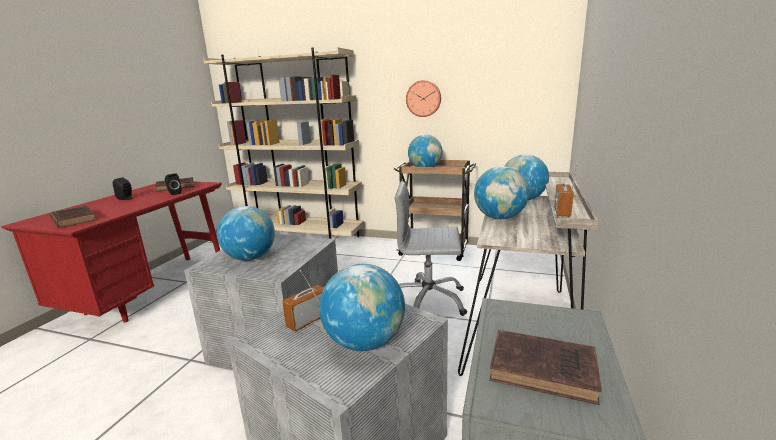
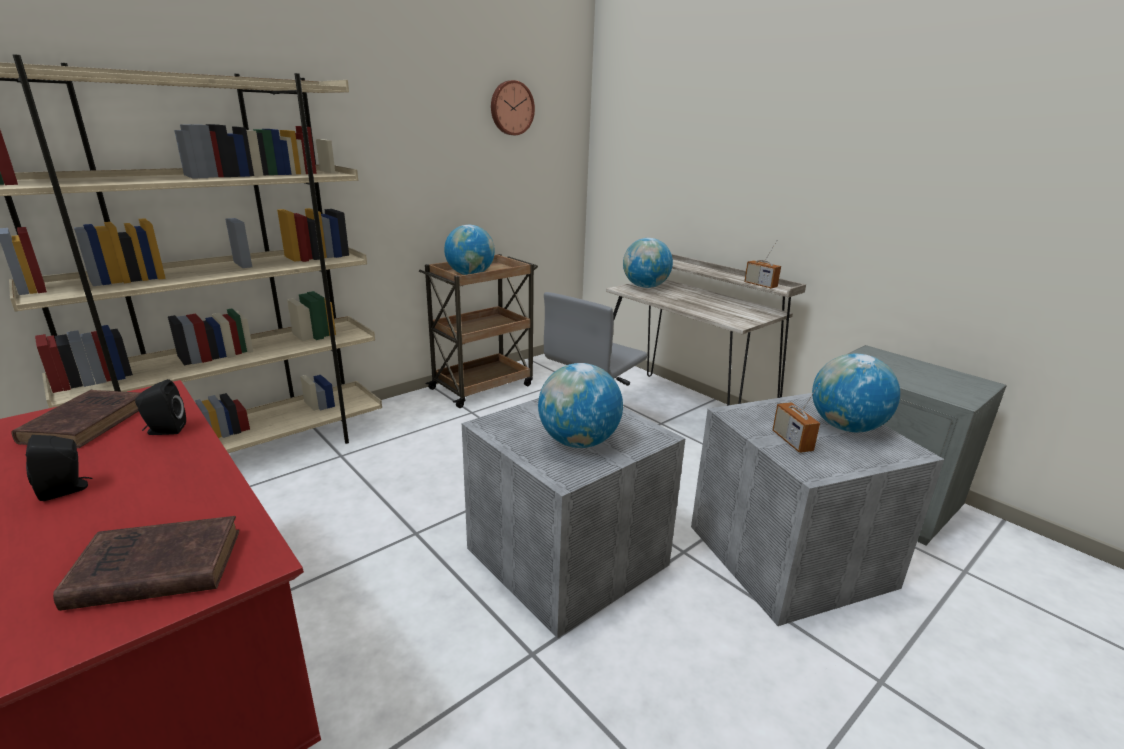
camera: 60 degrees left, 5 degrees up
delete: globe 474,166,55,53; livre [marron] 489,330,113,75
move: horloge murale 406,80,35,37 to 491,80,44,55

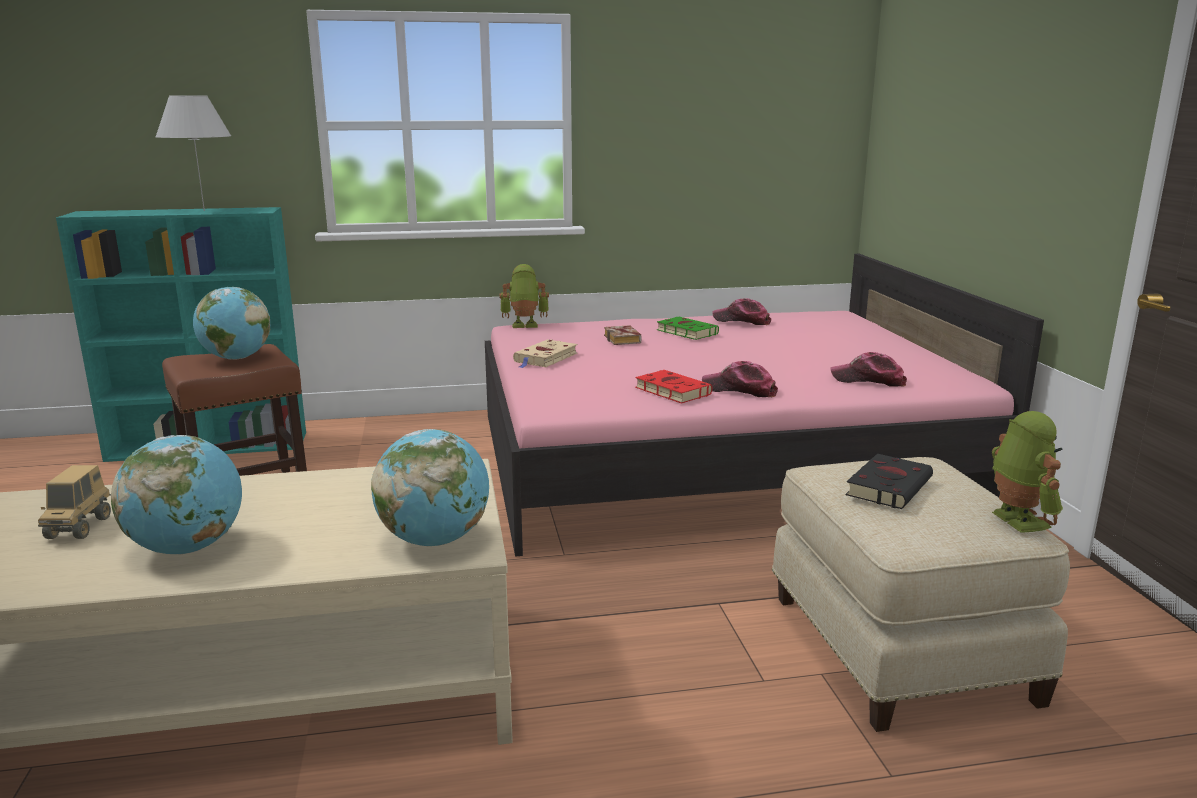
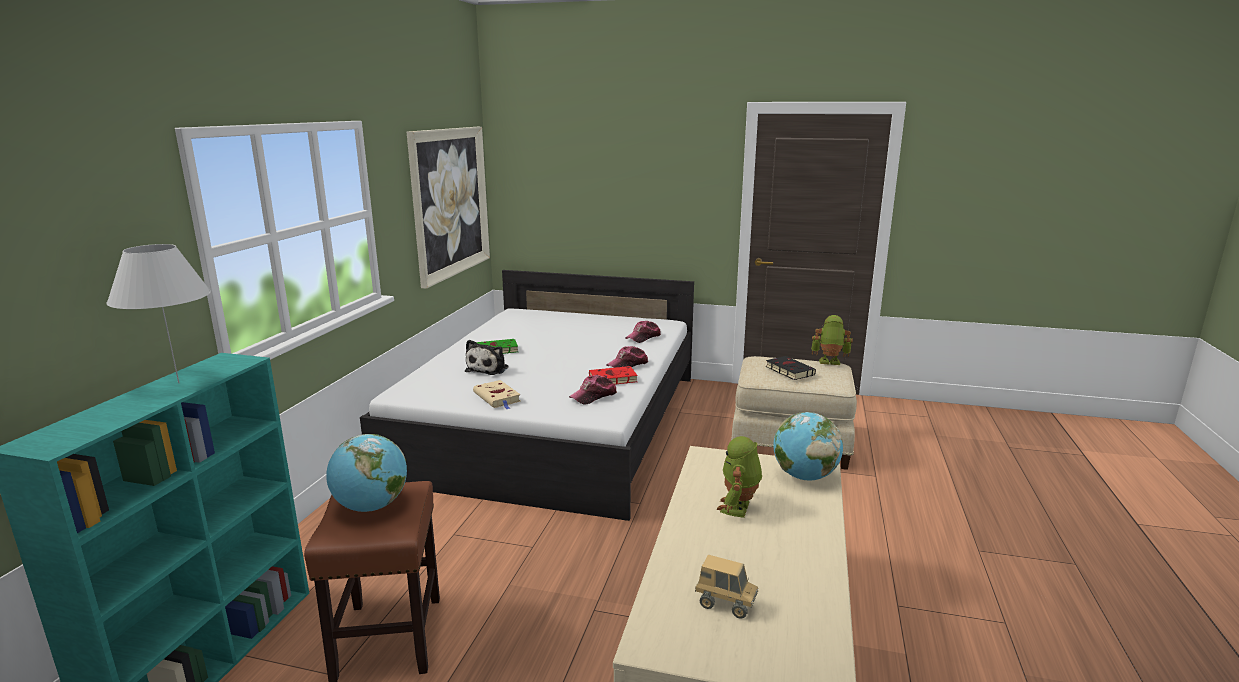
camera: 65 degrees left, 0 degrees up
delete: globe 111,435,131,119
insert: tableau 407,127,83,162
move: casquette 713,298,58,27 to 569,375,48,30; robot jouet 499,264,50,64 to 717,436,45,82
replace: livre 604,325,38,20 to peluche 465,340,43,35
recolor: lit [rose] 485,254,559,303 to lit [blanc] 360,270,334,251

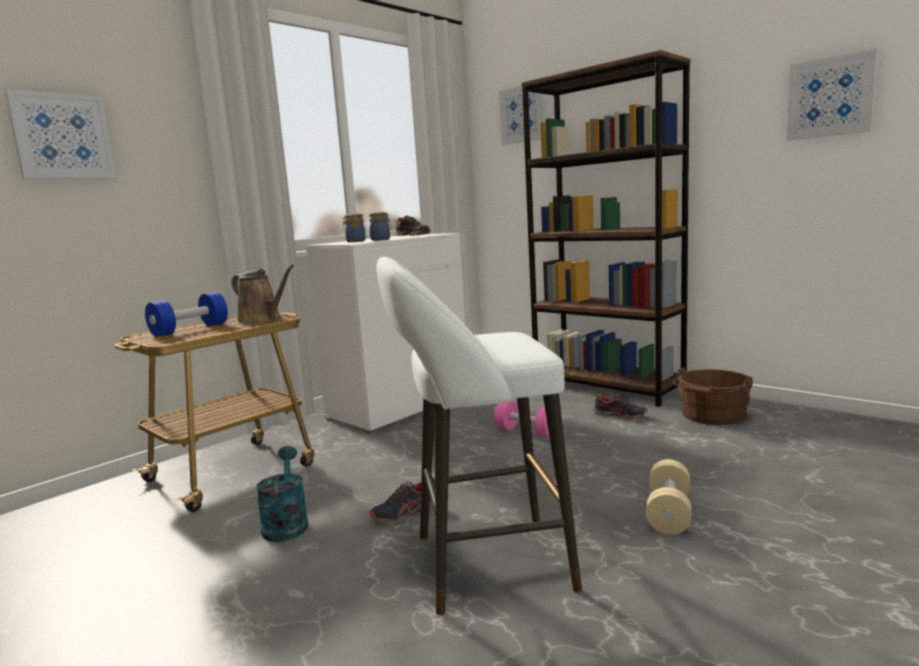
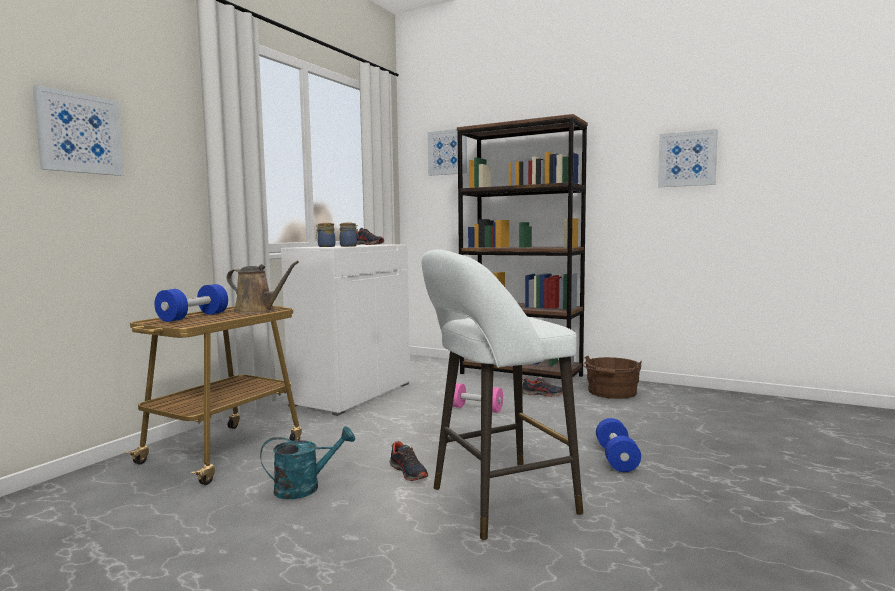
camera: 15 degrees left, 5 degrees down
recolor: haltère [beige] 646,459,45,76 to haltère [bleu] 596,418,45,54
rotate: arrosoir [turquoise] 256,446,52,96 = 260,426,95,73 90 degrees clockwise; chaussure 370,481,63,42 = 390,441,38,40 75 degrees counterclockwise

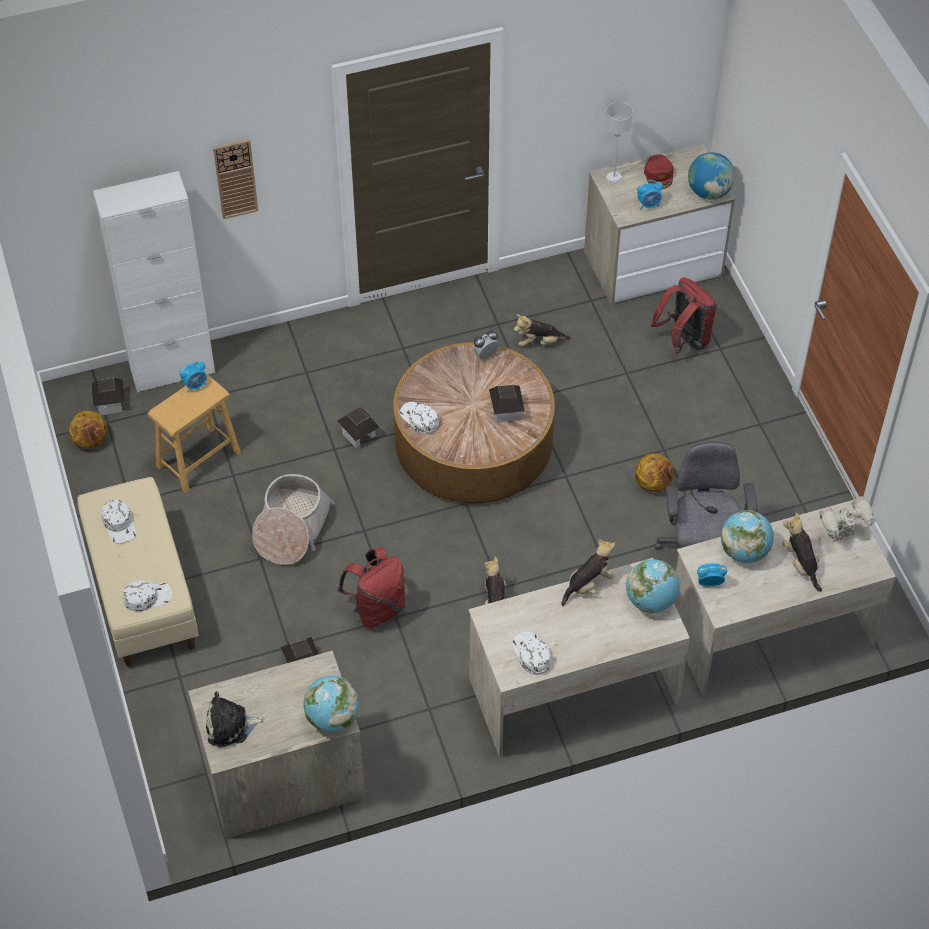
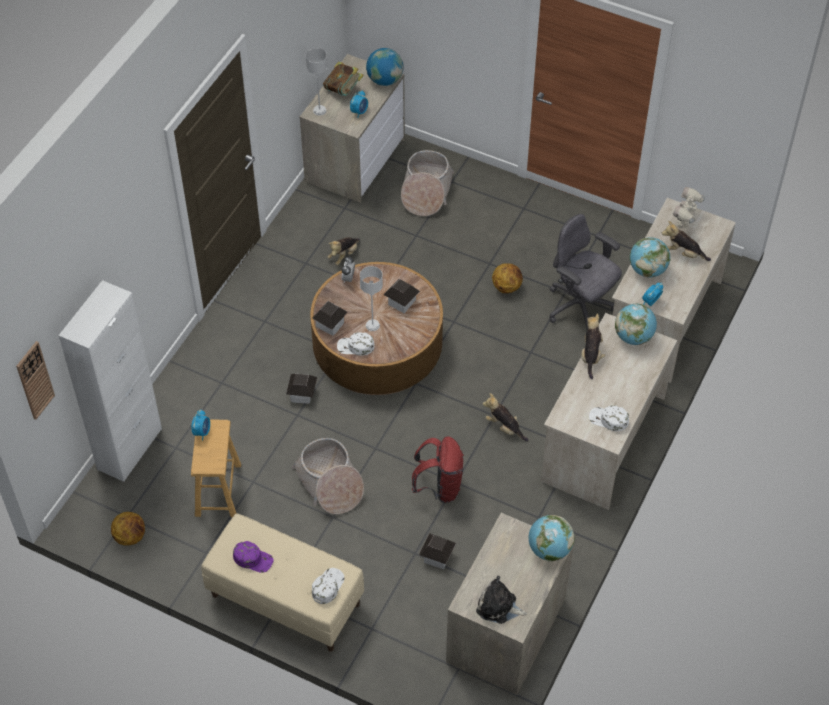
camera: 45 degrees left, 0 degrees up
insert: lampe de table [gris] 360,266,23,65
move: horloge murale 213,139,45,80 to 16,341,39,79; maison miniature 91,378,34,37 to 312,301,36,35
replace: casquette [rouge] 644,154,30,35 to livre 323,61,41,35; sac à dos [rouge] 651,278,66,75 to panier 401,150,53,66
recolor: casquette [blanc] 101,500,35,44 to casquette [violet] 233,541,40,32
rotate: peluche 206,691,59,56 = 476,576,51,48 75 degrees clockwise

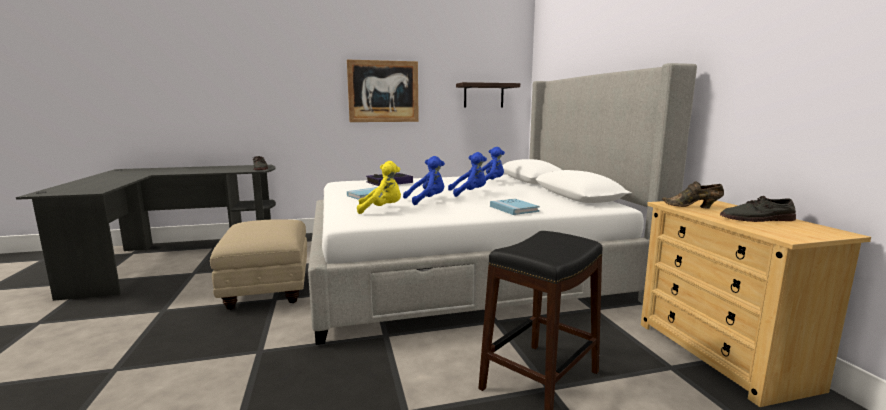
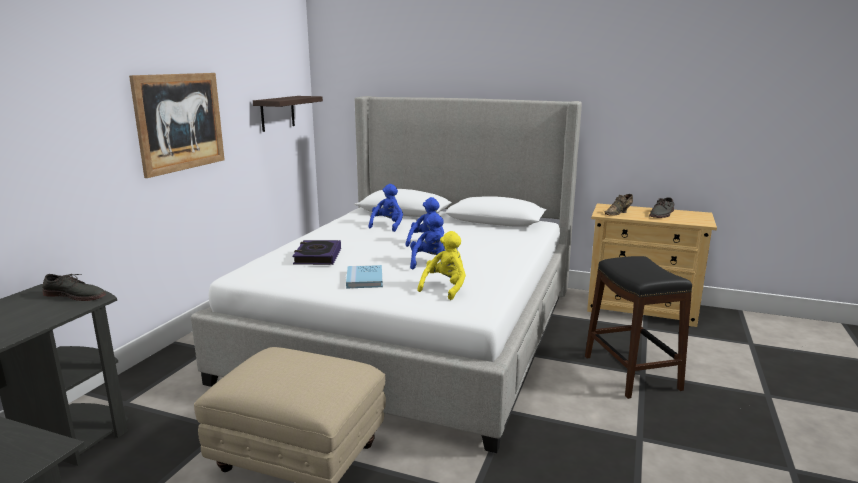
camera: 55 degrees left, 5 degrees up
delete: livre [bleu] 490,199,49,16

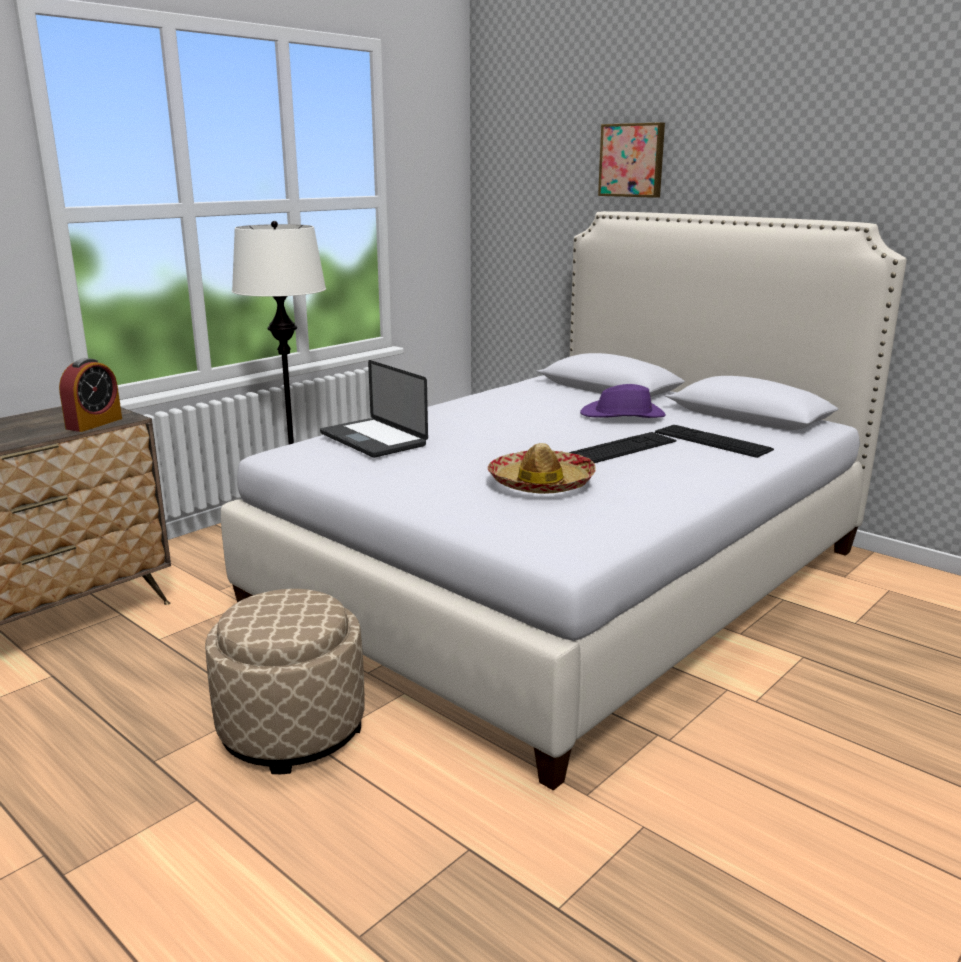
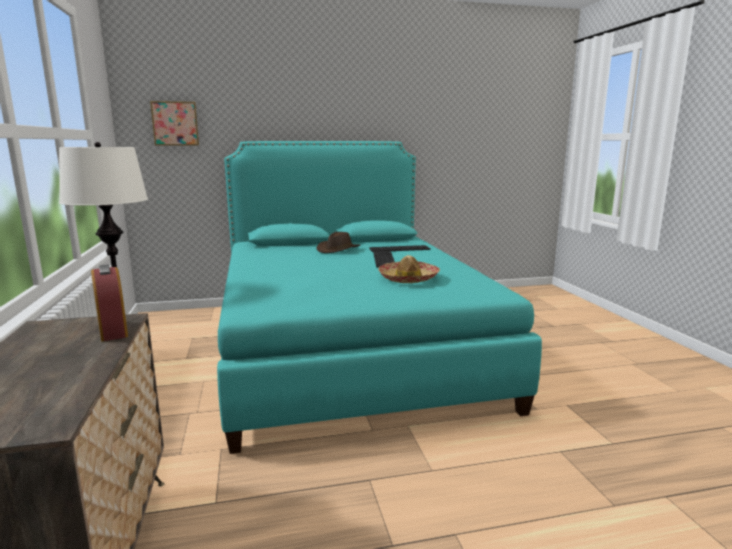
camera: 55 degrees left, 5 degrees down
delete: pouf [beige] 205,589,160,185; ordinateur portable 320,360,108,98
move: tableau 598,122,67,76 to 150,101,49,44
recolor: lit [blanc] 221,211,686,580 to lit [turquoise] 217,141,325,313; chapeau [violet] 580,384,86,34 to chapeau [marron] 317,232,43,21

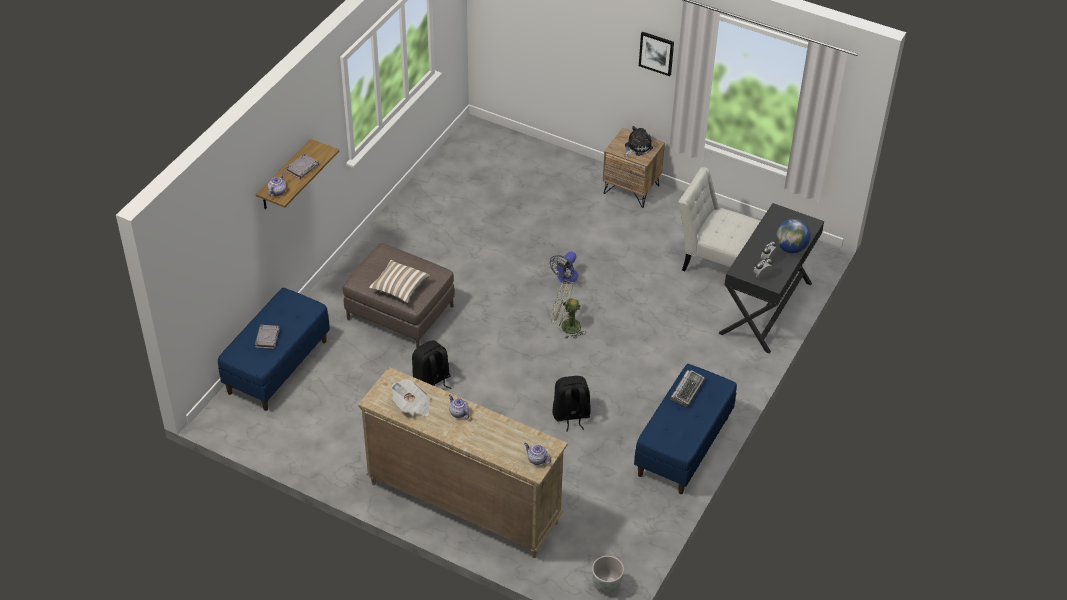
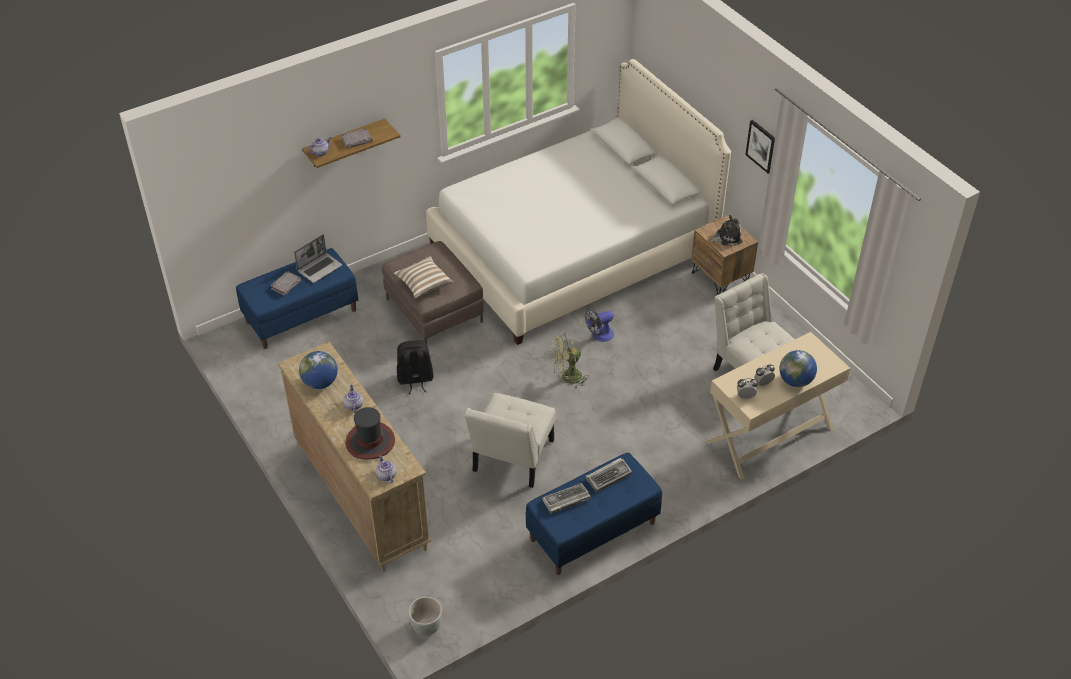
camera: 30 degrees right, 0 degrees up
insert: ordinateur portable 294,234,48,49; chapeau 346,407,49,53; lit [blanc] 426,59,305,286; clavier 542,483,49,31
replace: journal 392,379,38,38 to globe 299,351,39,38; sac à dos [noir] 552,376,39,56 to chaise [blanc] 464,393,92,95
recolor: bureau [noir] 718,203,106,151 to bureau [beige] 705,332,145,148
rotate: ventilateur [vert] 551,280,35,59 = 550,333,39,57 60 degrees counterclockwise

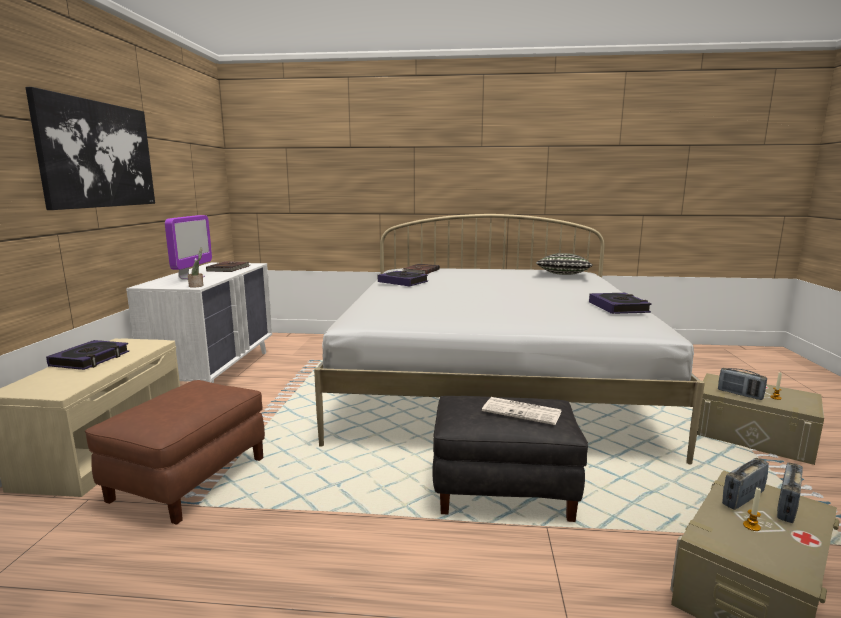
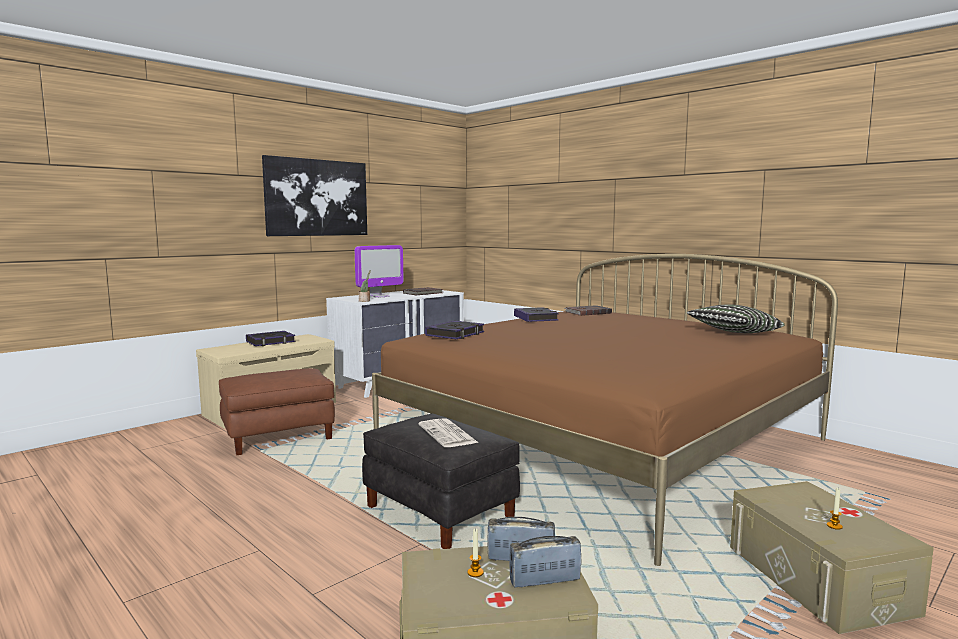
camera: 40 degrees right, 5 degrees down
delete: radio 718,368,49,32
move: livre 589,293,63,21 to 425,320,59,19
recolor: lit [blanc] 314,214,391,251 to lit [marron] 372,254,466,312

